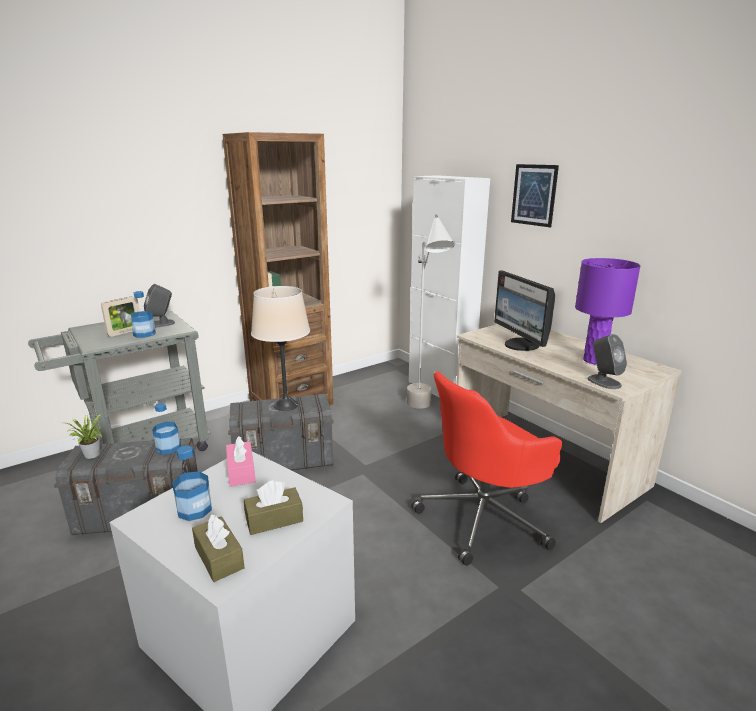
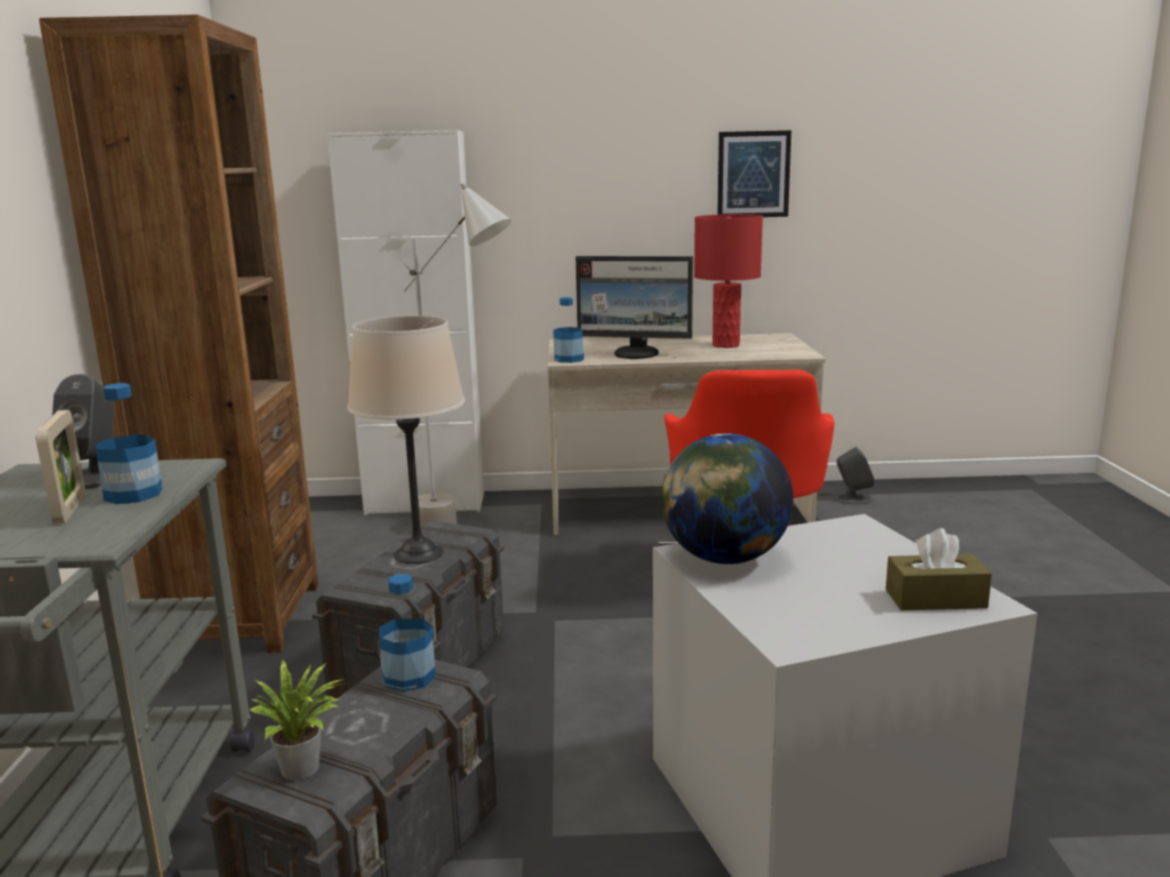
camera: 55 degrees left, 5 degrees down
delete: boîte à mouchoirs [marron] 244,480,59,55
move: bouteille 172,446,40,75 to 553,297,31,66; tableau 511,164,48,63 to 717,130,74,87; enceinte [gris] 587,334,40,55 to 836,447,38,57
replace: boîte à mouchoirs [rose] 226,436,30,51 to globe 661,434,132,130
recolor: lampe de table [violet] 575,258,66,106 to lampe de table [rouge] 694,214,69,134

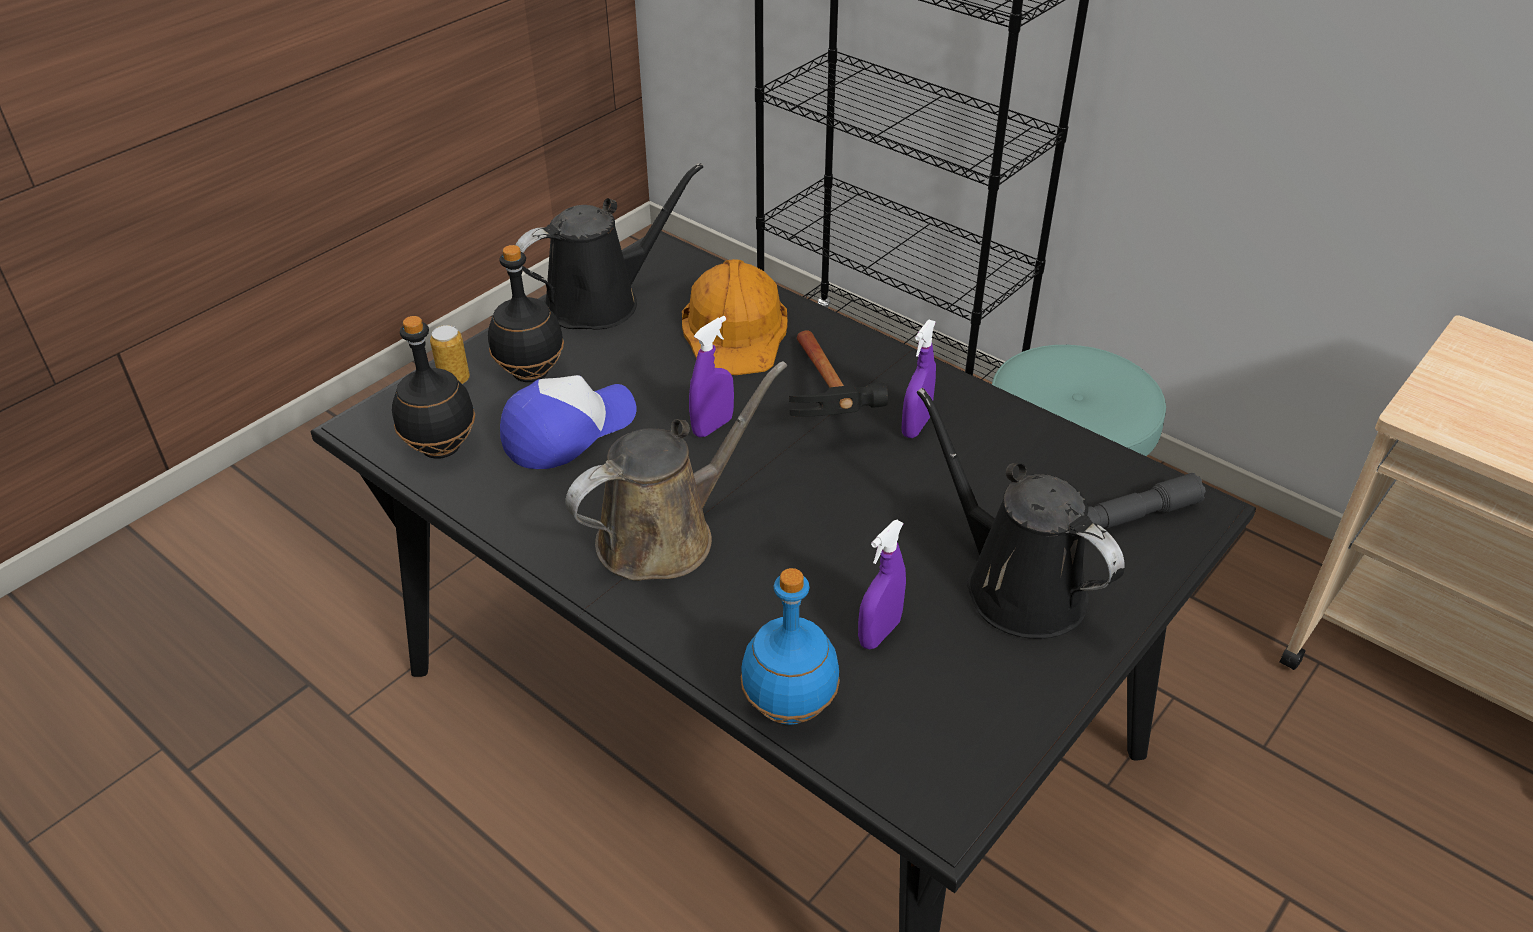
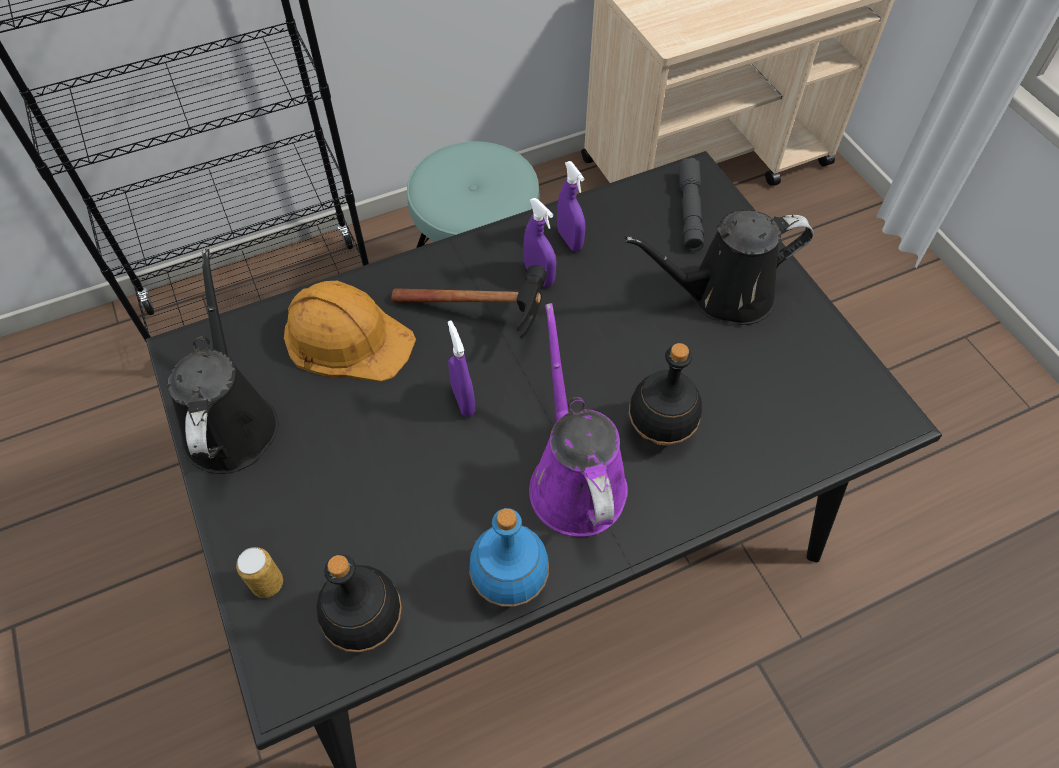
camera: 65 degrees left, 15 degrees up
delete: casquette 500,375,137,94
move: bouteille [bleu] 741,568,99,157 to 469,508,80,99; vaporisateur [violet] 858,520,48,129 to 557,161,29,90; bouteille [noir] 488,245,76,137 to 629,343,73,102
recolor: arrosoir [marron] 565,361,222,220 to arrosoir [violet] 529,303,99,234

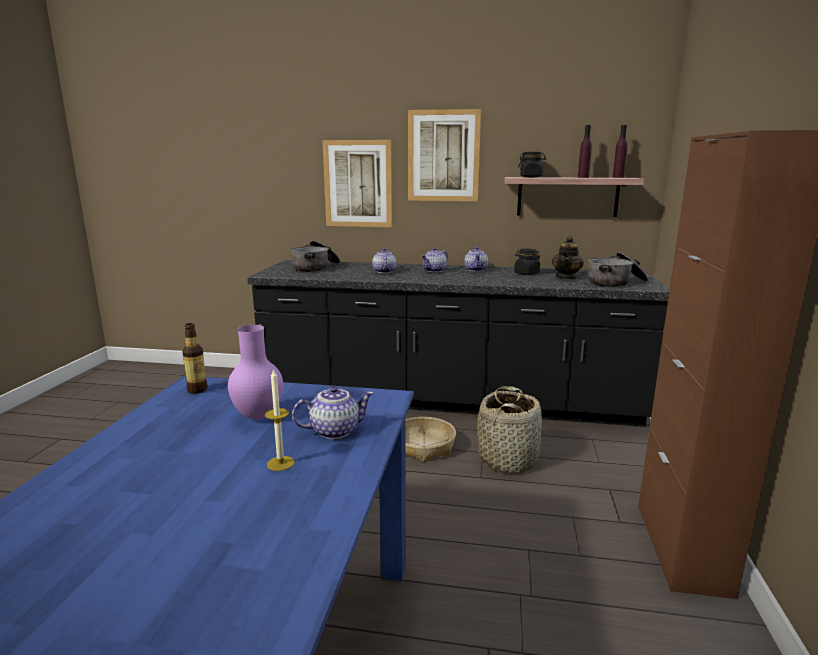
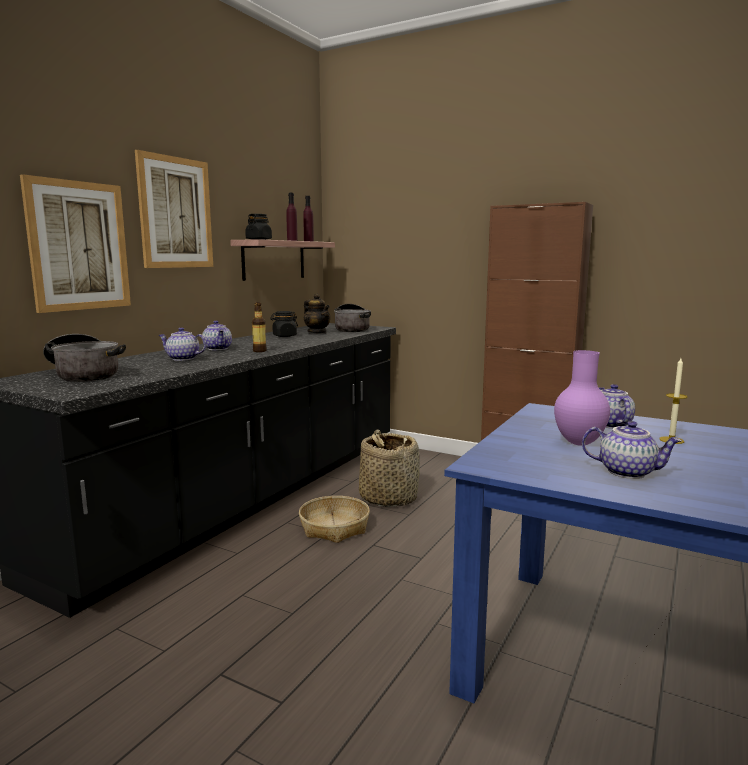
camera: 70 degrees left, 5 degrees down
move: bouteille 182,323,26,71 to 252,302,15,50; théière 464,247,24,25 to 582,421,100,58

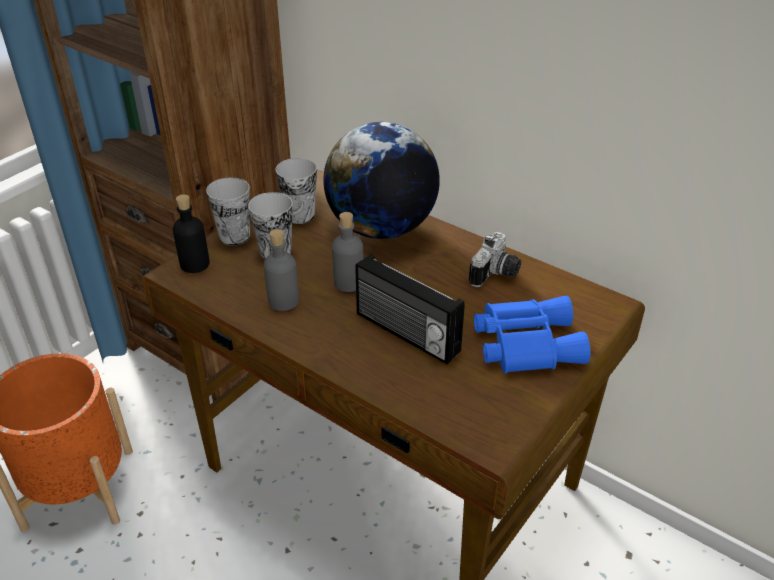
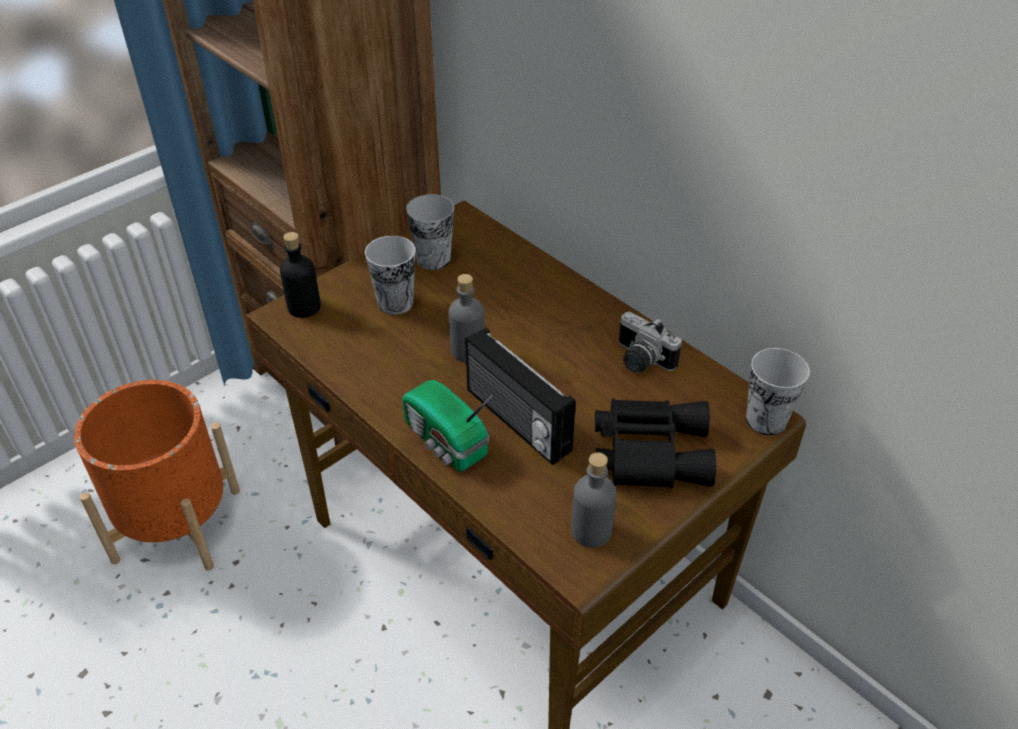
camera: 10 degrees right, 5 degrees up
delete: globe 324,122,116,117
insert: radio 402,380,91,92
move: bouteille [gris] 264,229,35,82 to 571,452,46,96; tasse 206,177,44,69 to 746,348,64,87
recolor: jumelles [bleu] 474,296,117,78 to jumelles [noir] 595,398,121,90
rotate: appareil photo 469,232,52,55 = 619,312,63,61 90 degrees clockwise

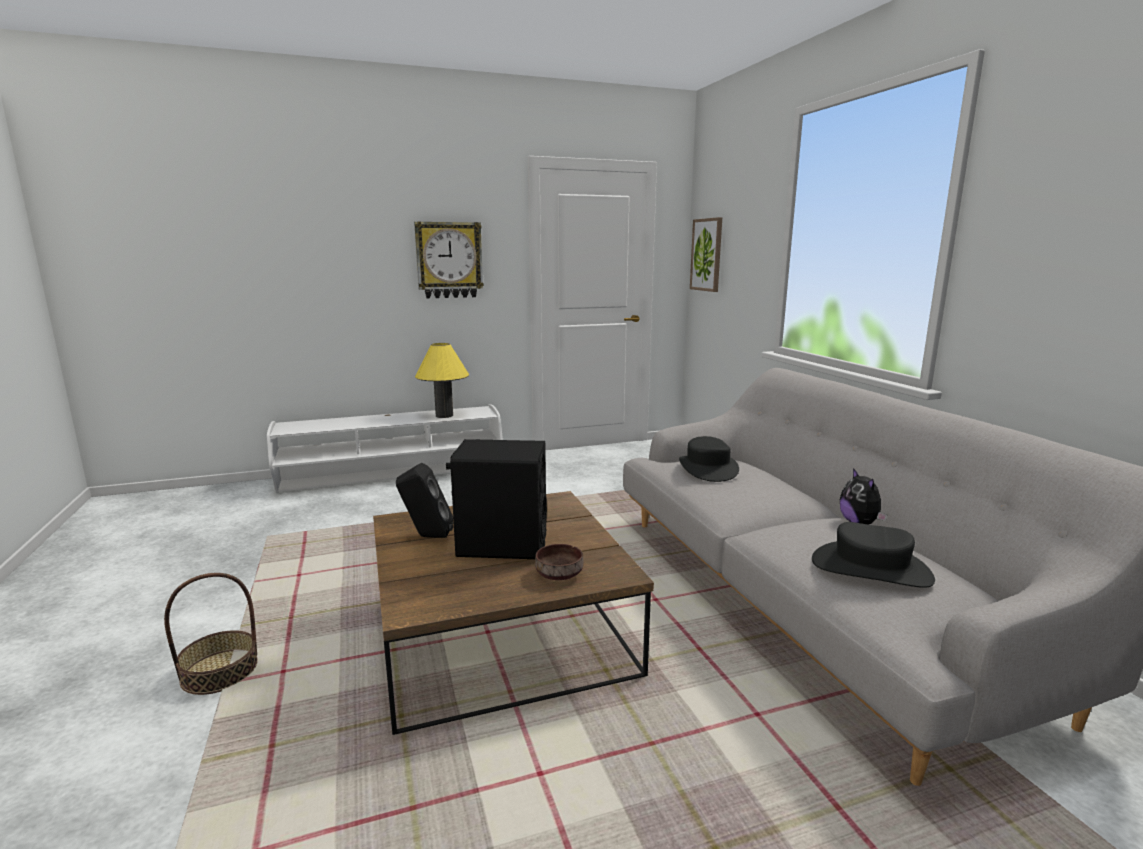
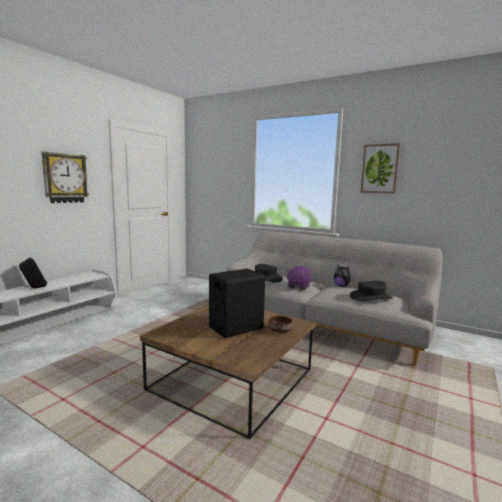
camera: 40 degrees left, 5 degrees down
delete: panier 164,573,94,122; lampe de table [jaune] 415,343,54,75
insert: peluche [violet] 286,266,25,24
move: enceinte [noir] 396,463,57,75 to 19,257,28,32; tableau 690,217,32,75 to 361,143,39,51

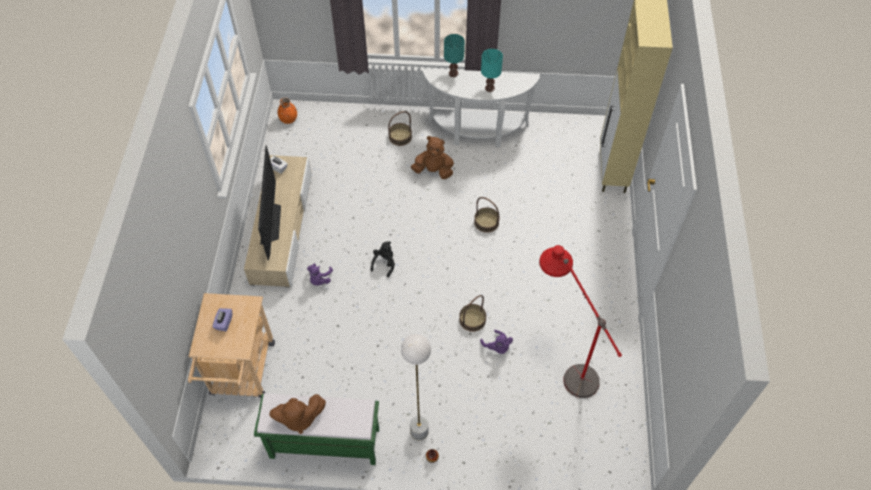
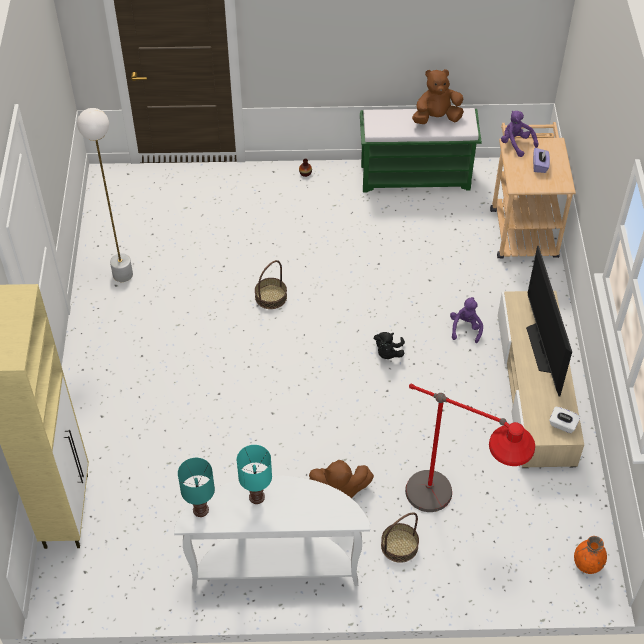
camera: 175 degrees right, 5 degrees down
delete: panier 474,197,26,36
move: lampadaire [blanc] 401,334,30,106 to 77,108,56,174; lampe de table [turquoise] 444,34,21,43 to 178,458,37,59; lampadaire [rouge] 539,245,83,153 to 405,384,130,128; peluche [violet] 480,330,33,24 to 501,111,38,46

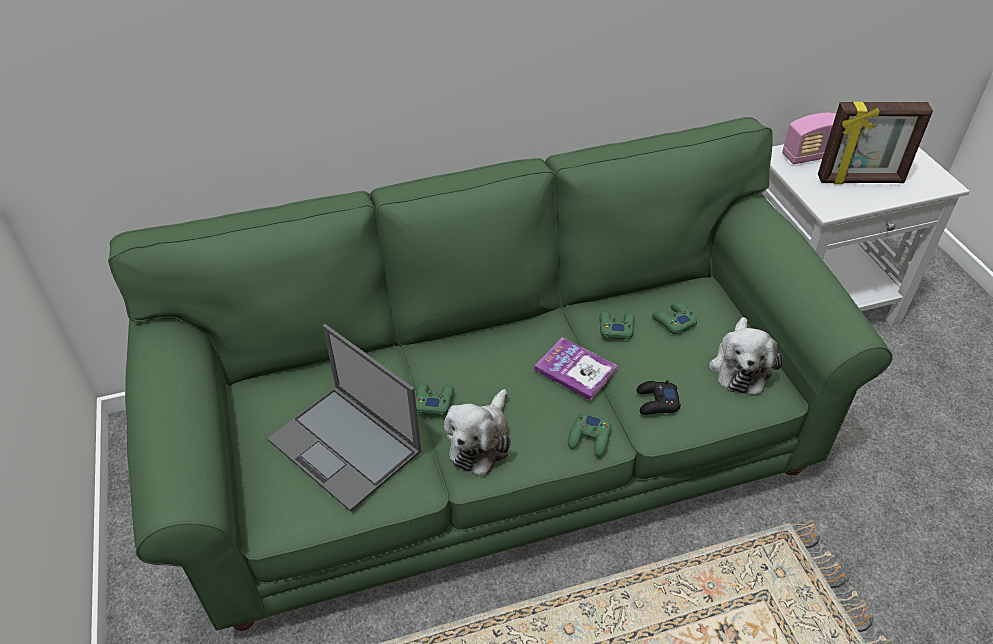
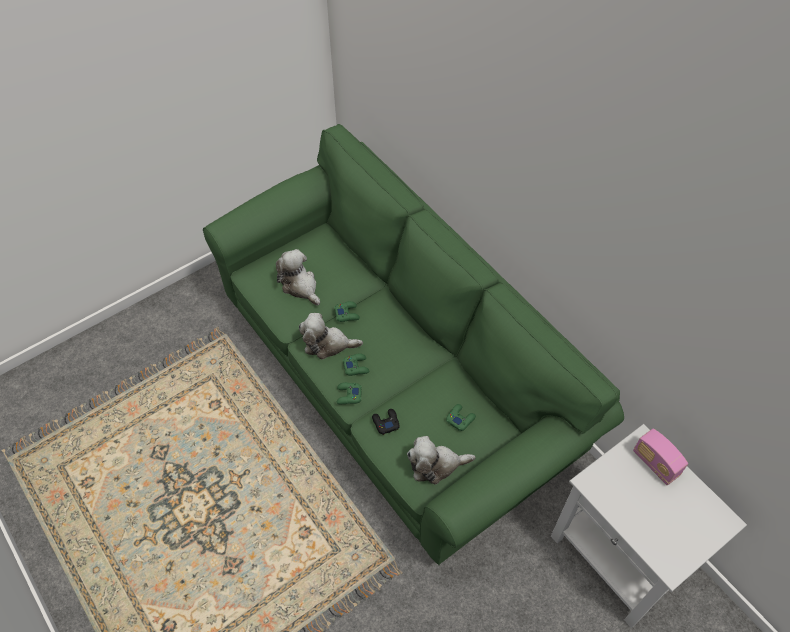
camera: 70 degrees right, 10 degrees up
delete: livre 534,337,83,64; cadre photo 818,102,115,82
move: manette [vert] 600,311,35,28 to 343,353,26,23
replace: ordinateur portable 267,324,154,188 to peluche 276,249,44,56

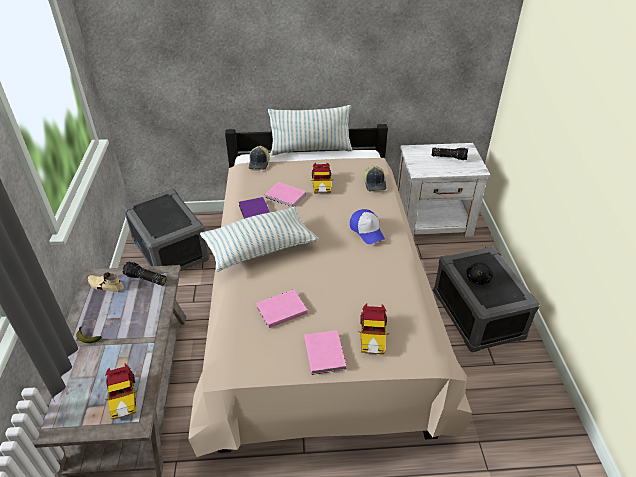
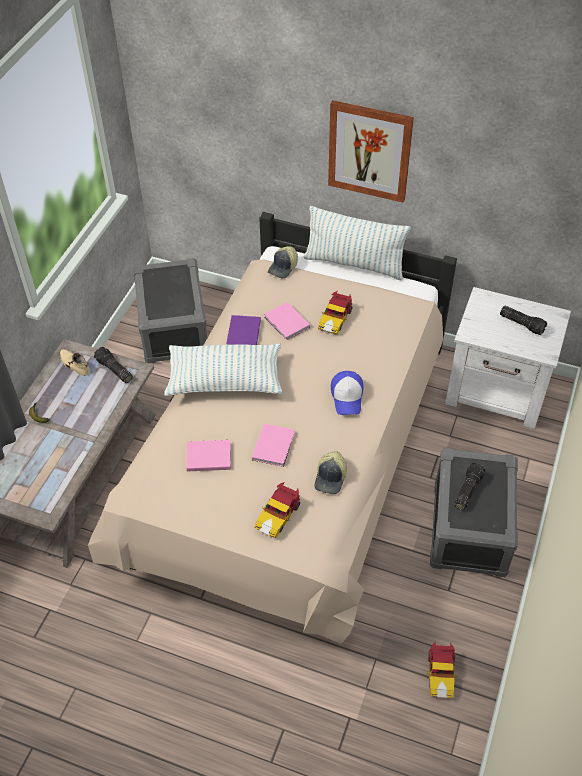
camera: 25 degrees right, 10 degrees up
insert: tableau 328,100,86,103
move: livre [rose] 304,330,42,45 to 252,424,43,43; casquette 364,166,22,26 to 314,451,33,43; petite voiture 105,364,32,55 to 427,641,31,57
replace: peluche [noir] 467,262,26,23 to lampe de poche 455,463,30,47

